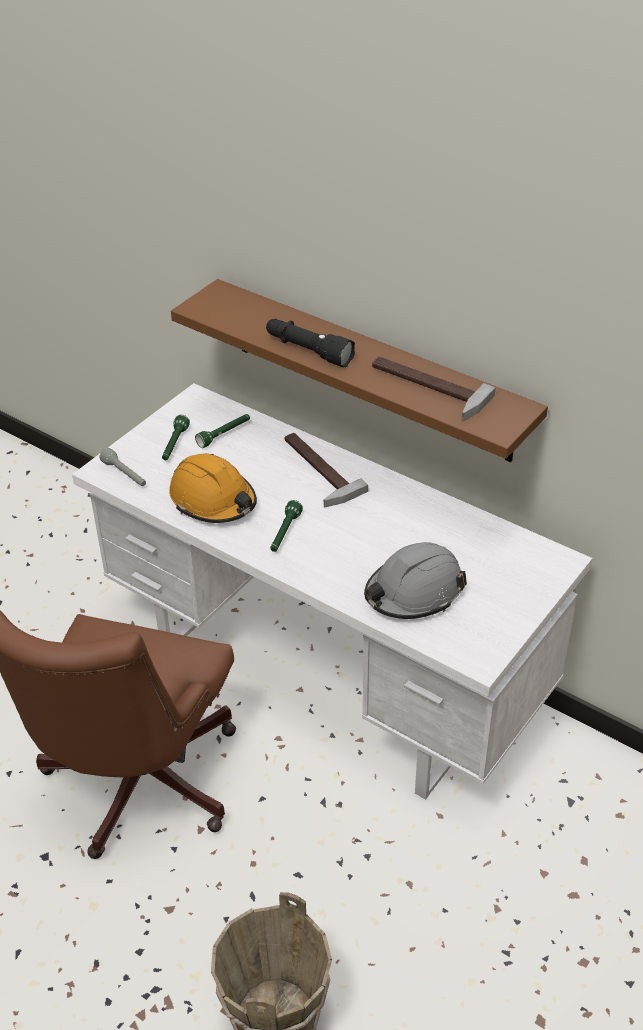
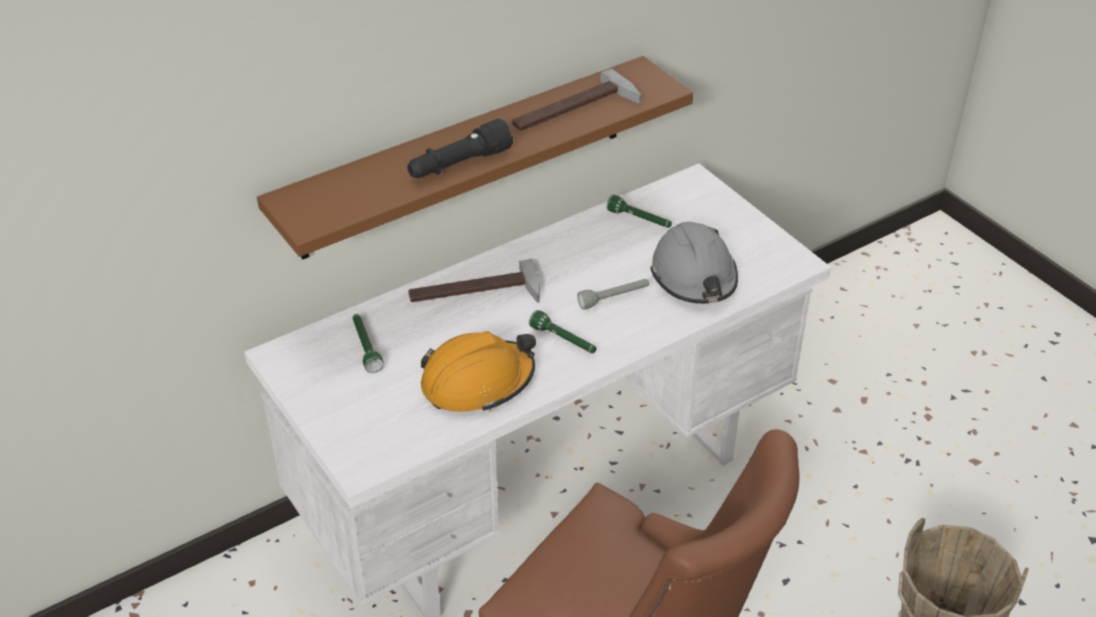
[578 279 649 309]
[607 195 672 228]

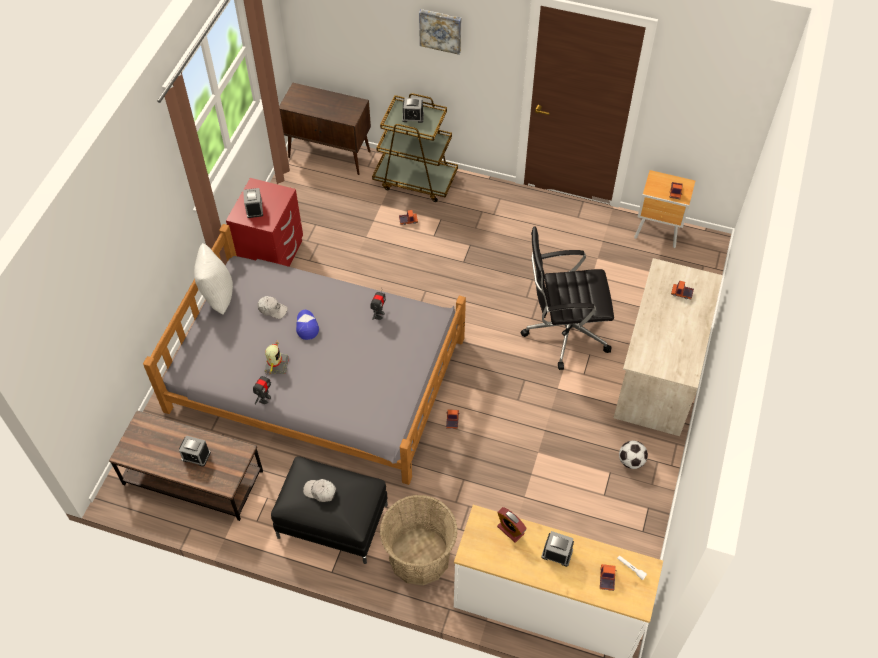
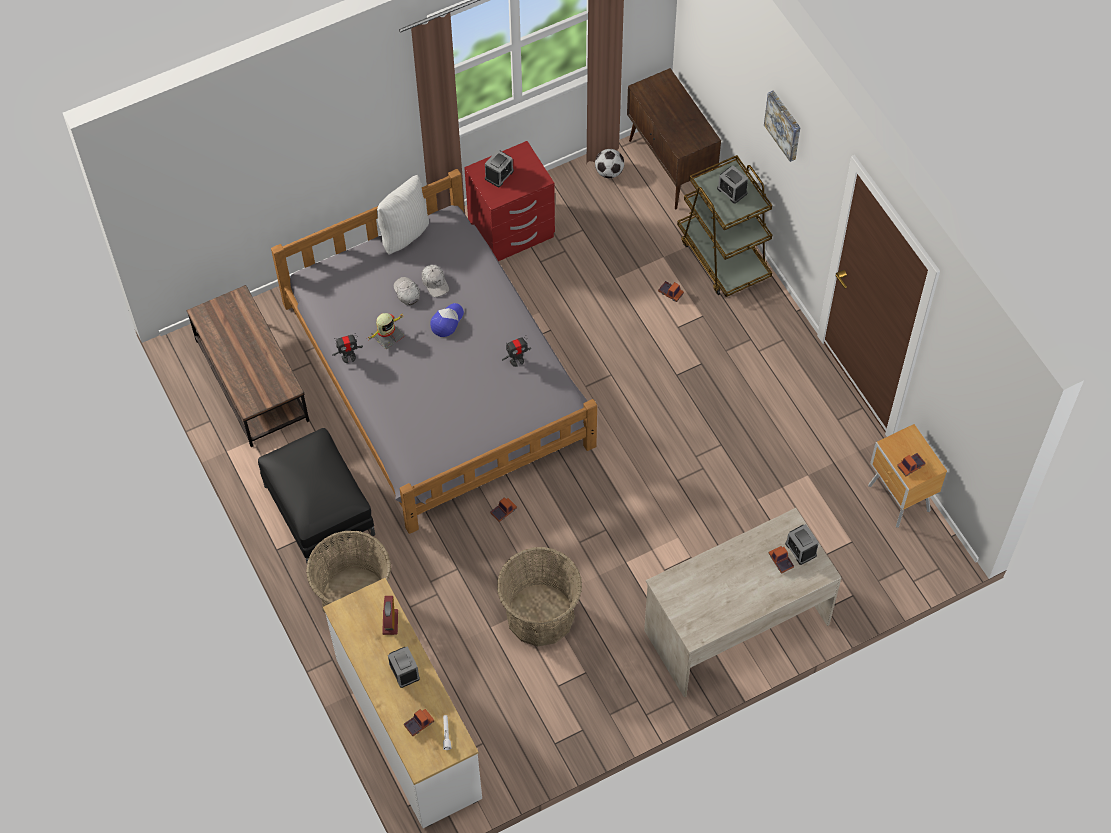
[394 277 420 305]
[497 547 582 646]
[595 149 624 178]
[785 524 819 565]
[521 227 614 370] (first image)

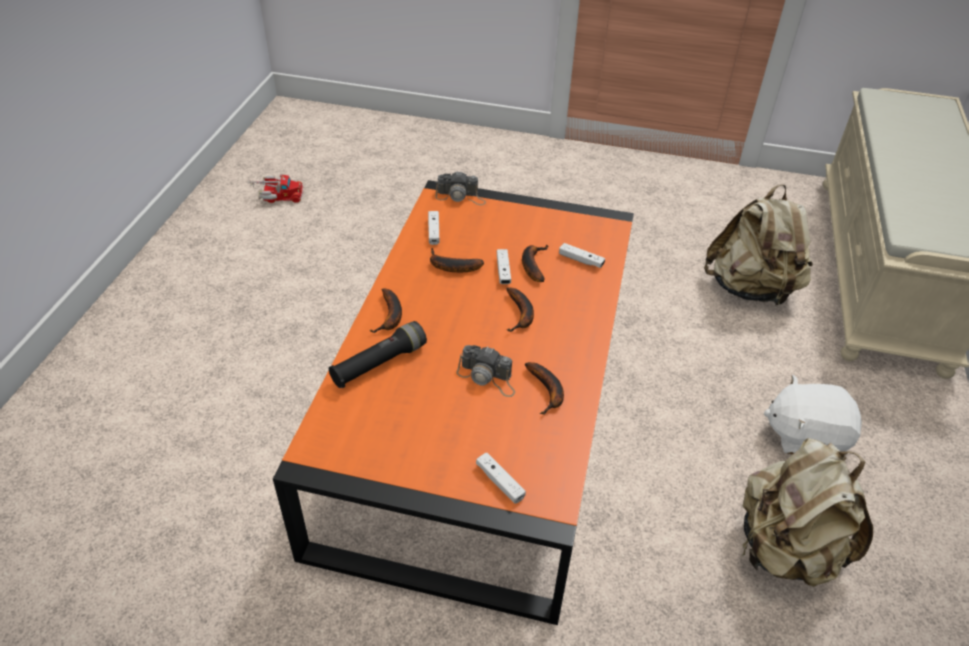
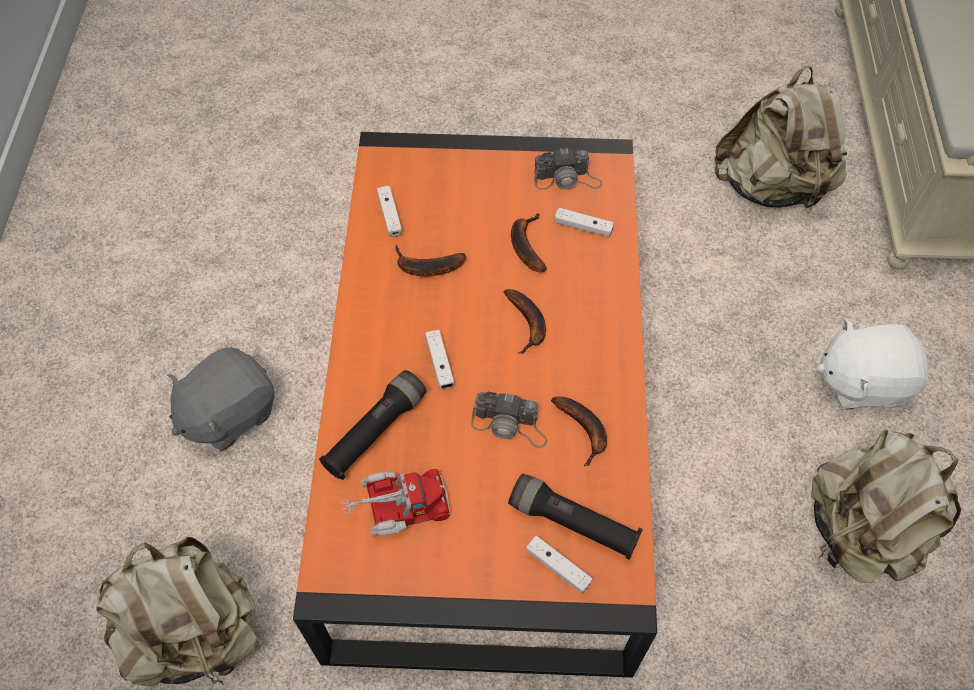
[96 537 257 687]
[168 347 275 451]
[341 469 450 537]
[425 330 455 389]
[508 473 643 560]
[534 147 603 190]
[369 288 402 333] (first image)

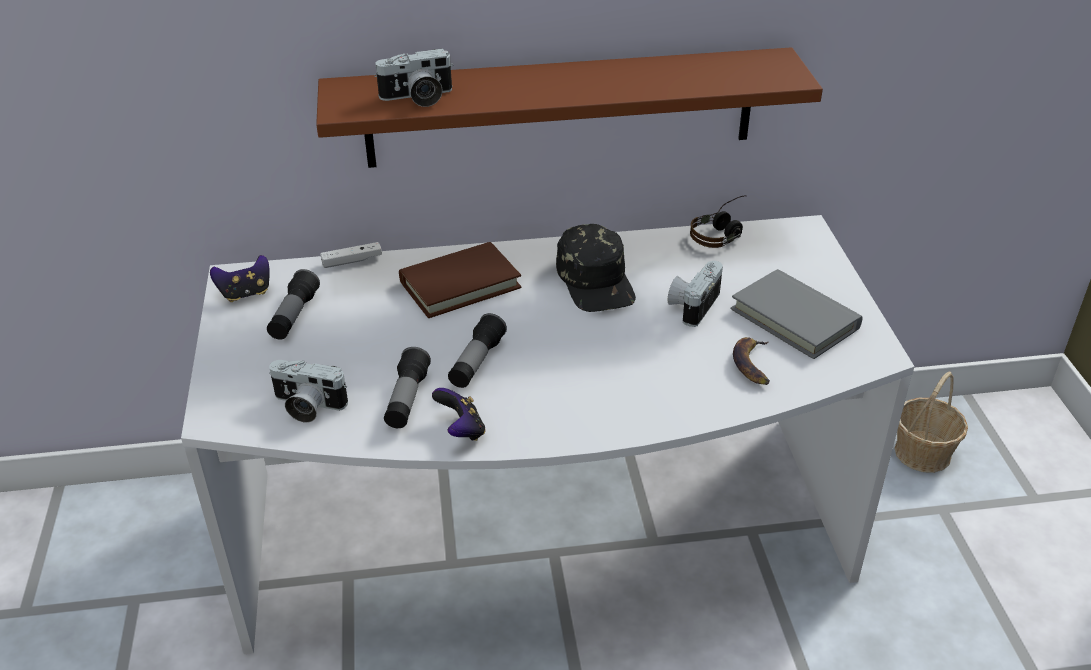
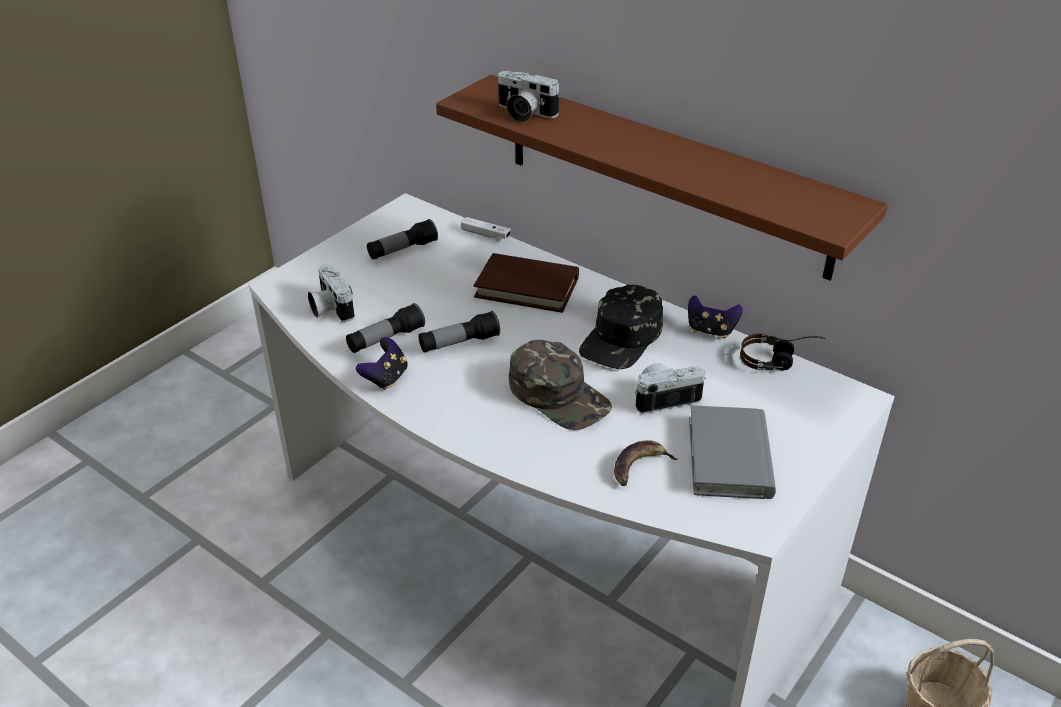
[509 340 612 430]
[688 295 743 339]

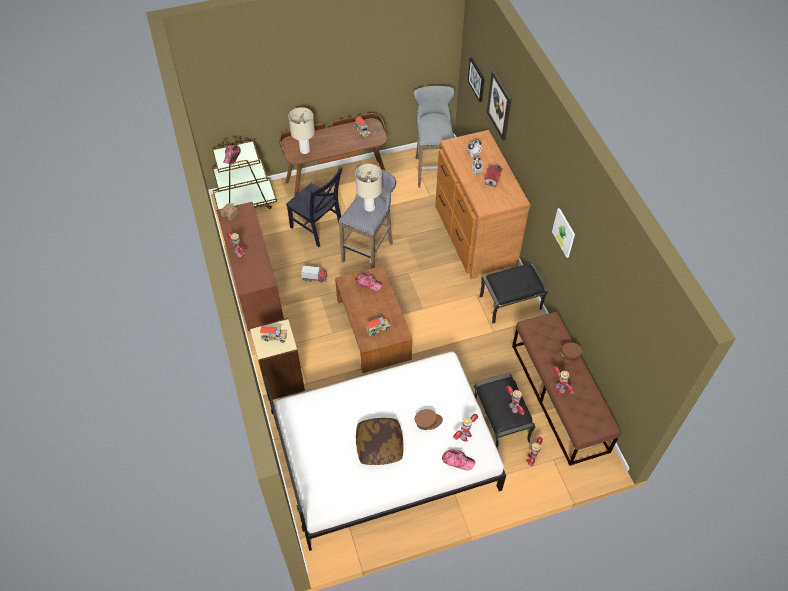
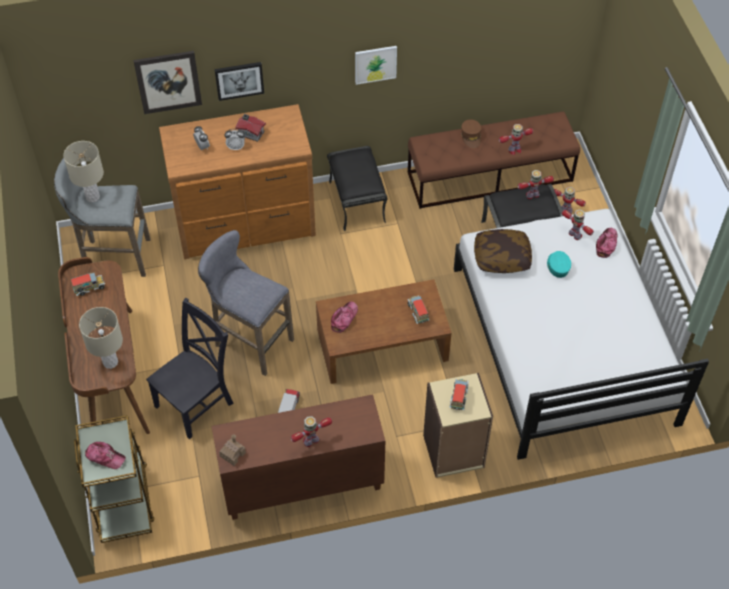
[63 141 104 202]
[215 62 264 101]
[474 229 532 273]
[547 251 571 278]

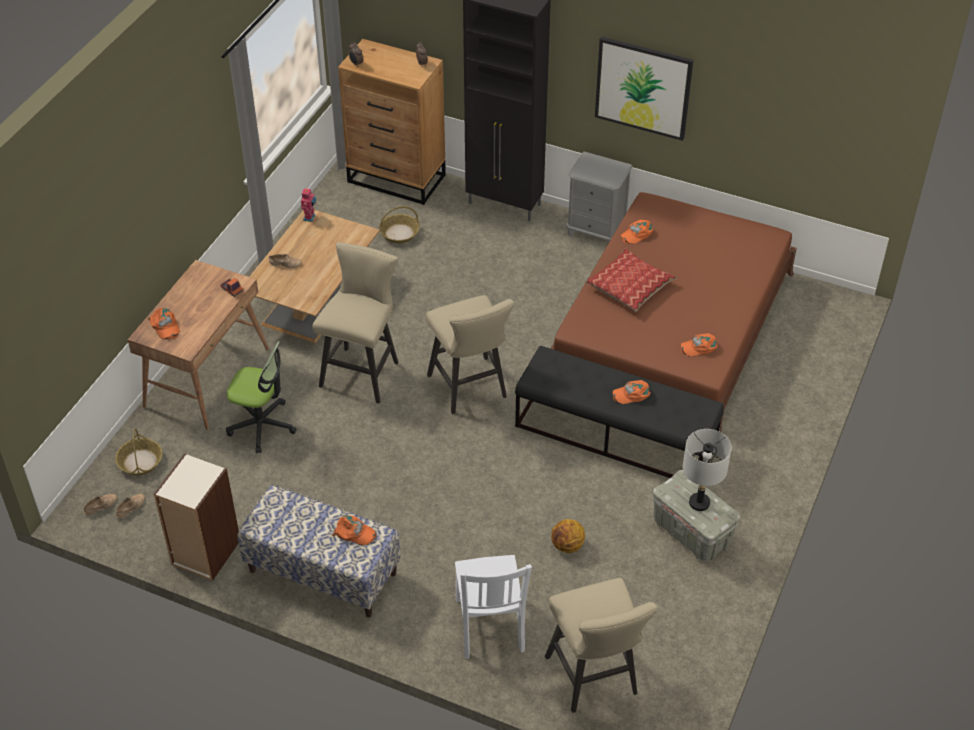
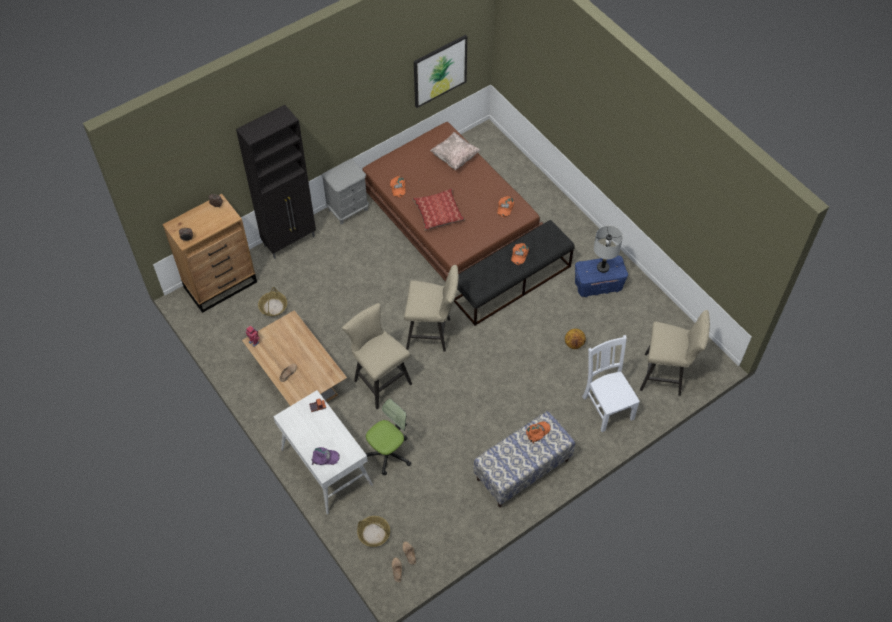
[273 390 373 514]
[312 447 340 465]
[414 35 467 108]
[430 132 480 171]
[575 255 628 297]
[582 335 640 432]
[154 453 239 581] (first image)

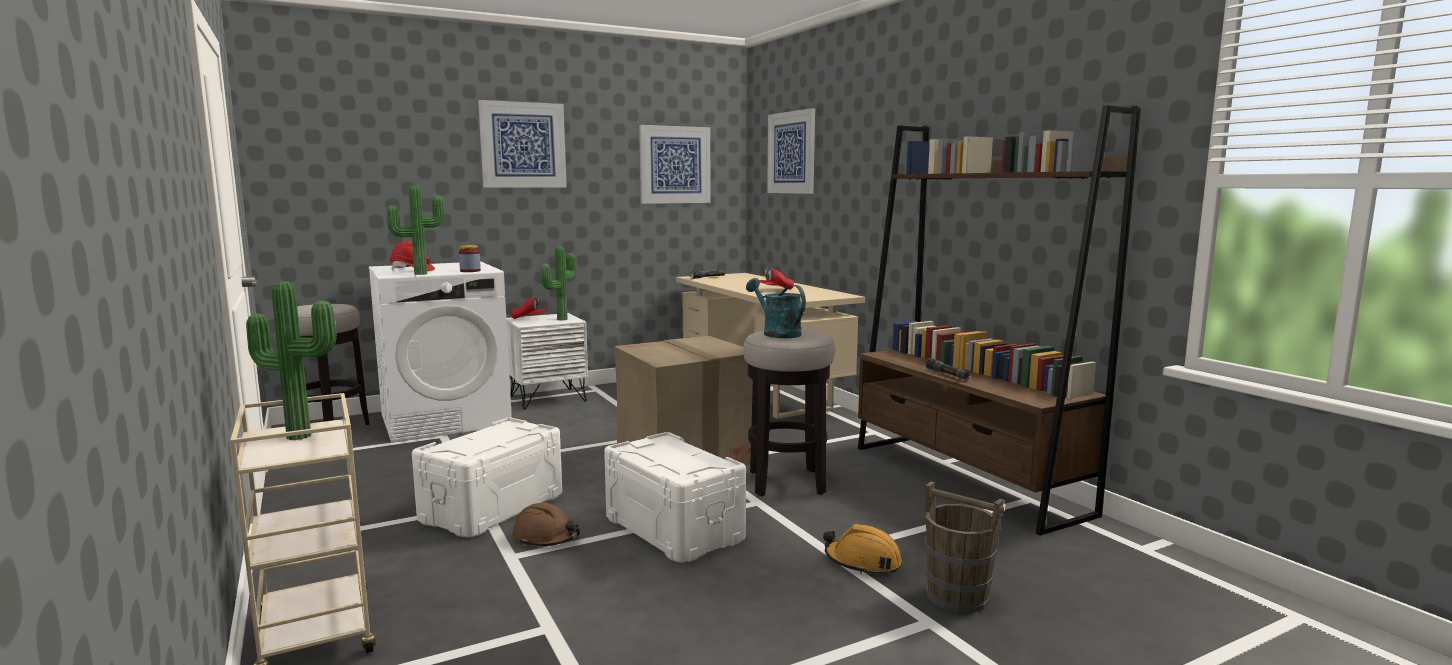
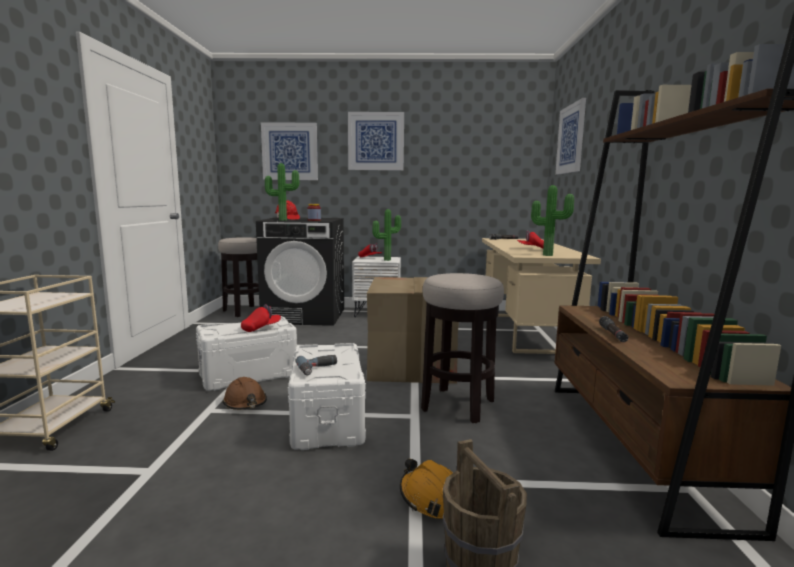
[241 304 281 332]
[256 217 344 326]
[261 122 318 180]
[295 355 337 375]
[531 185 574 256]
[746 278 806 338] (first image)

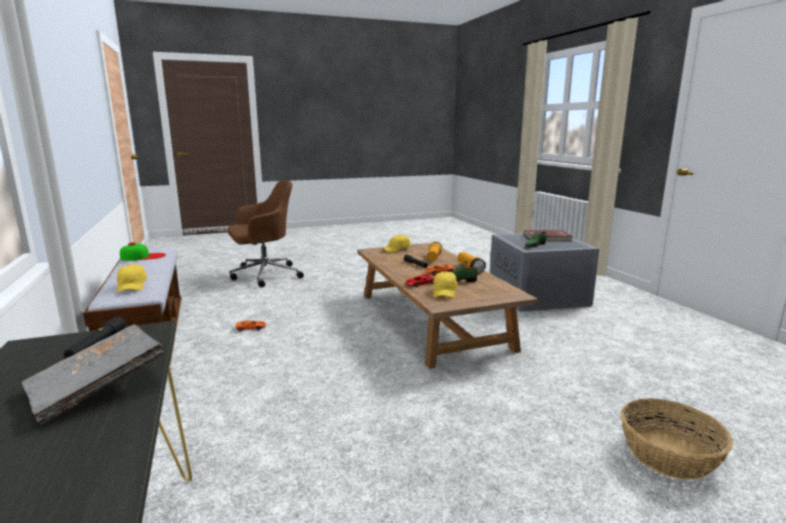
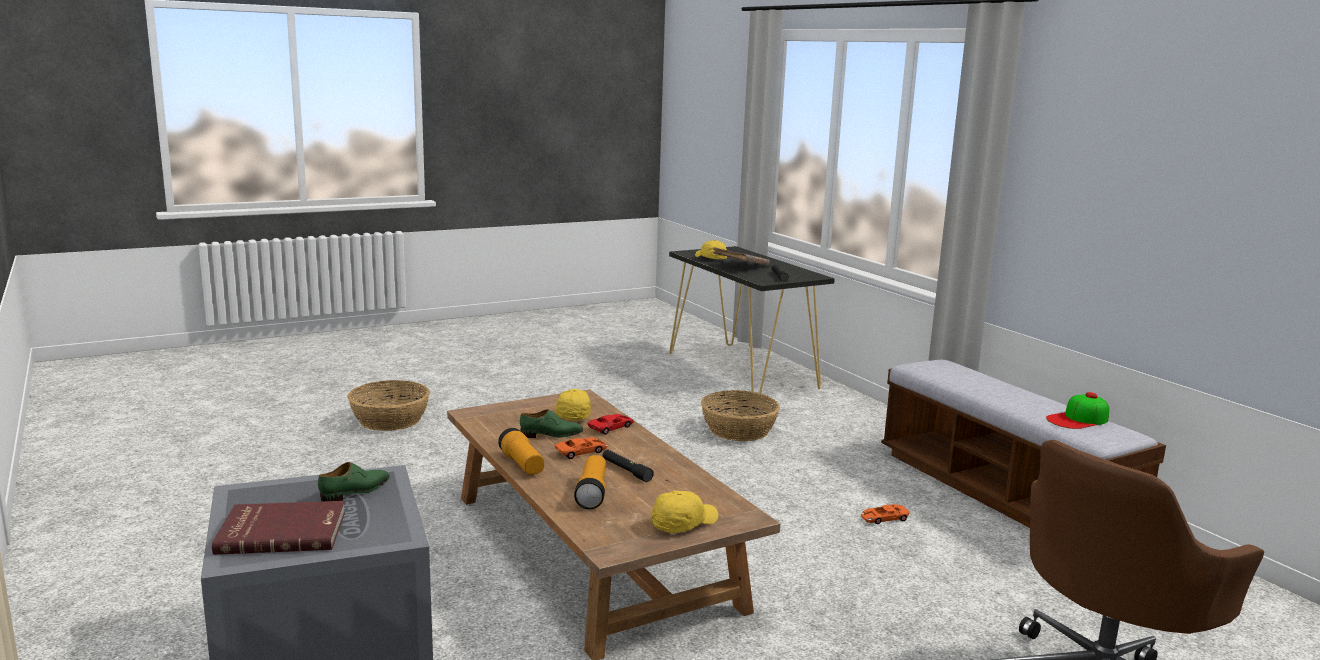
[695 240 727 259]
[701 390 780 441]

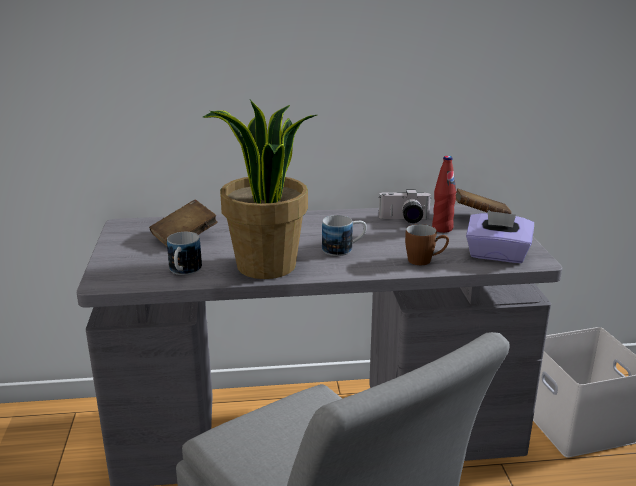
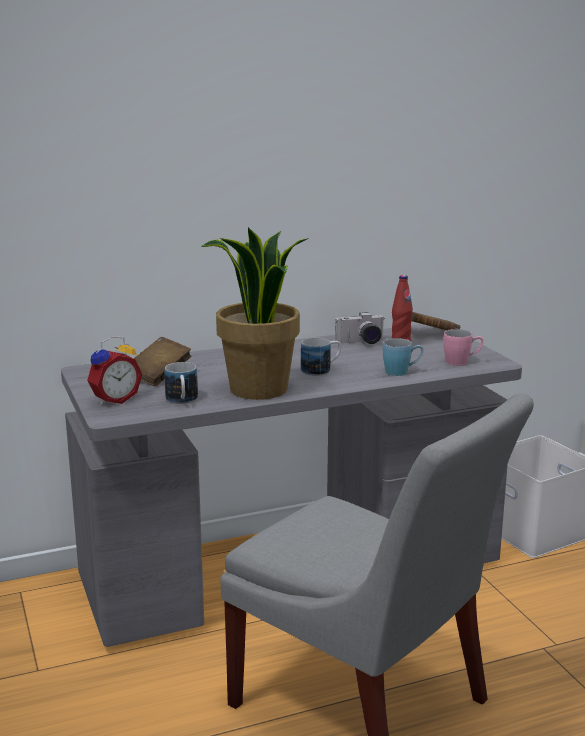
[87 336 142 405]
[383 338 424 376]
[443 329 484 366]

